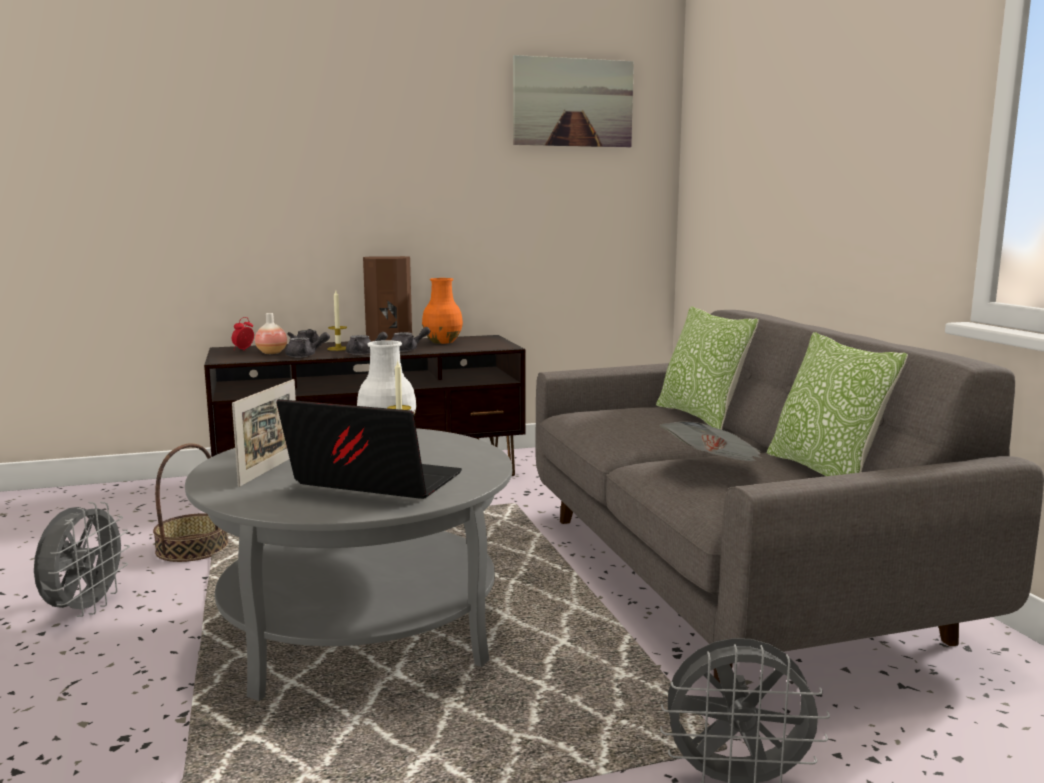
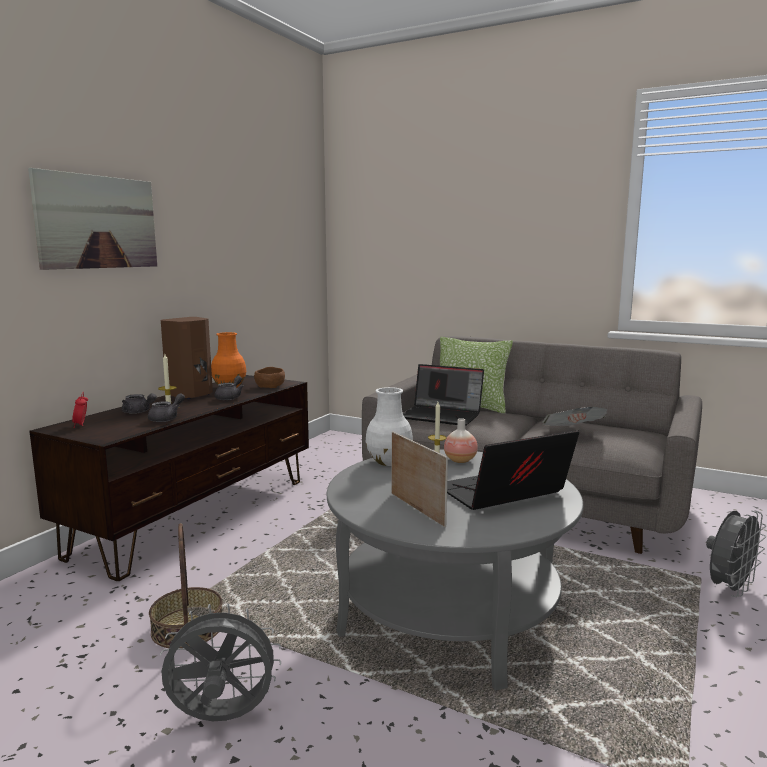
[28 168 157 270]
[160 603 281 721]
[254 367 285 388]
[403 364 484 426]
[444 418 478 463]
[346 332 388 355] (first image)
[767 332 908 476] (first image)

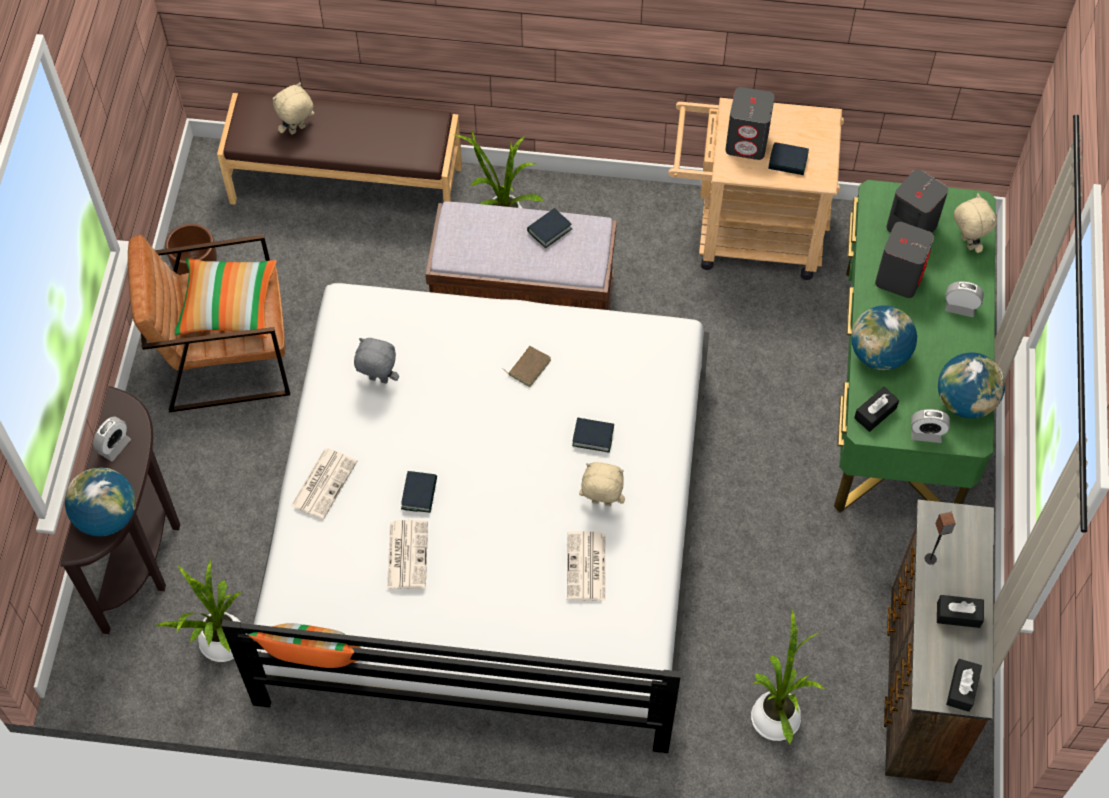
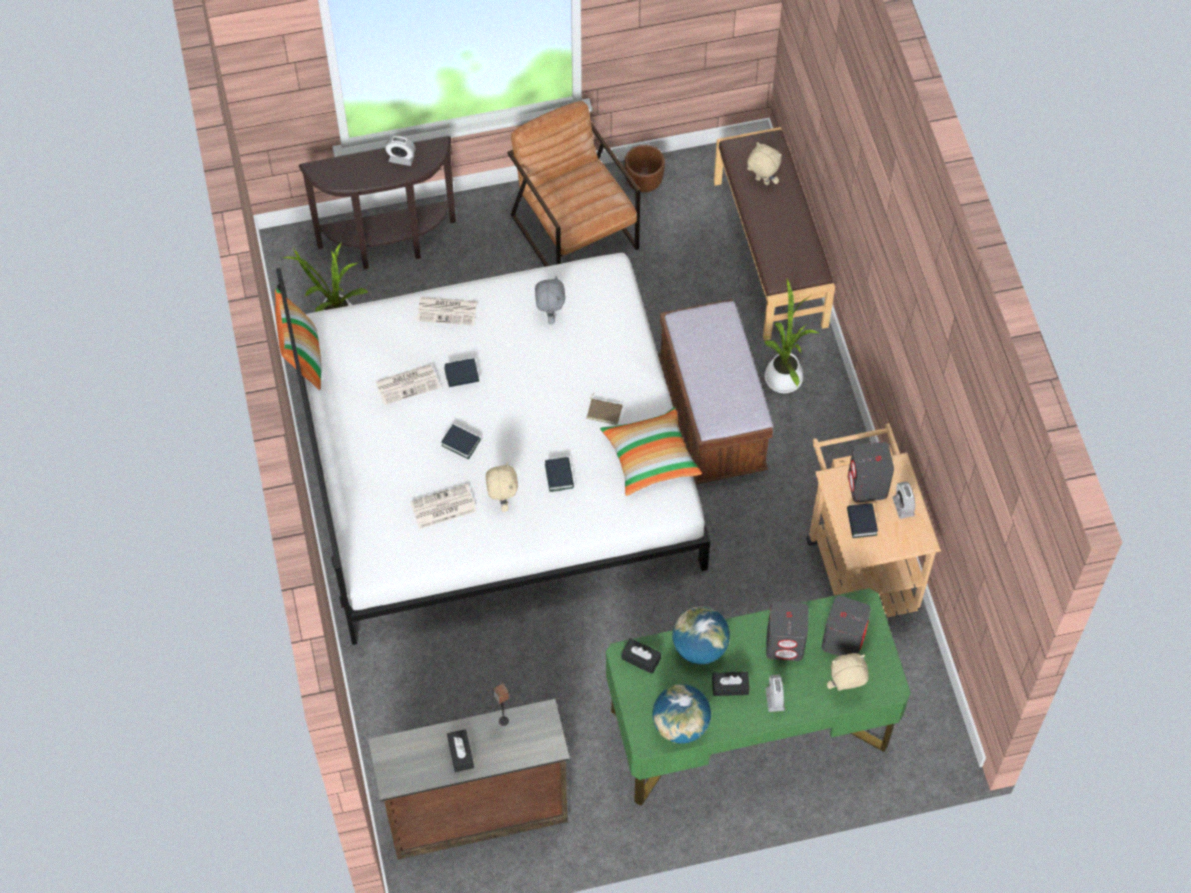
[441 425 480 459]
[600 407 702 496]
[712 672 749 696]
[827 653 869 691]
[893 481 915 519]
[65 468 136 537] (first image)
[751 609 825 746] (first image)

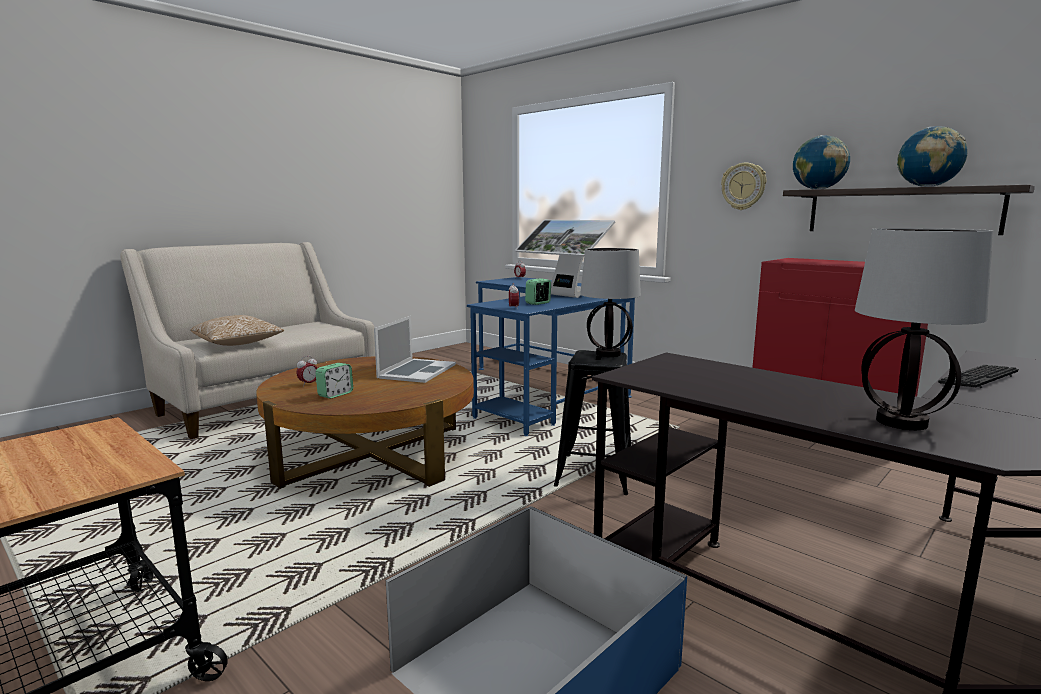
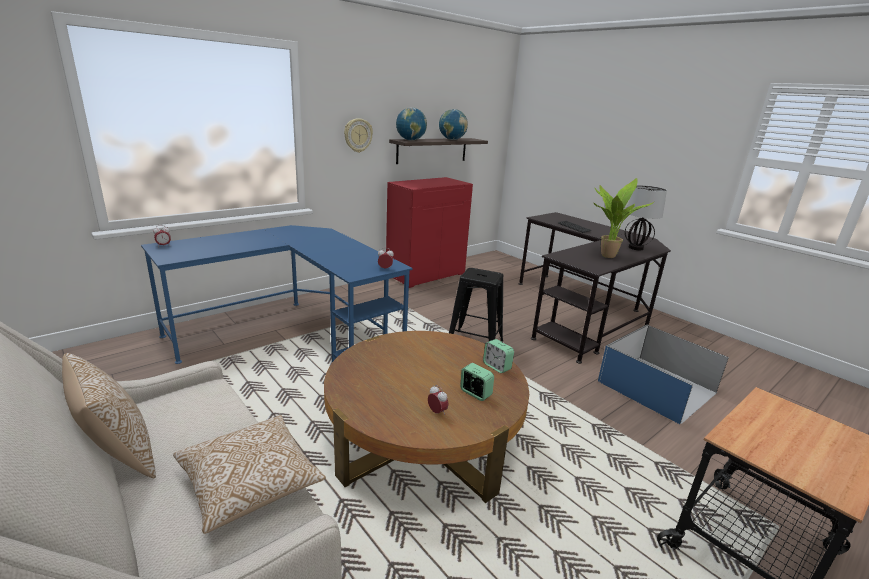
[62 353 156 478]
[483 339 514 373]
[594 178 655 258]
[374 316 456 383] (first image)
[515 219 615 298] (first image)
[580 248 641 357] (first image)

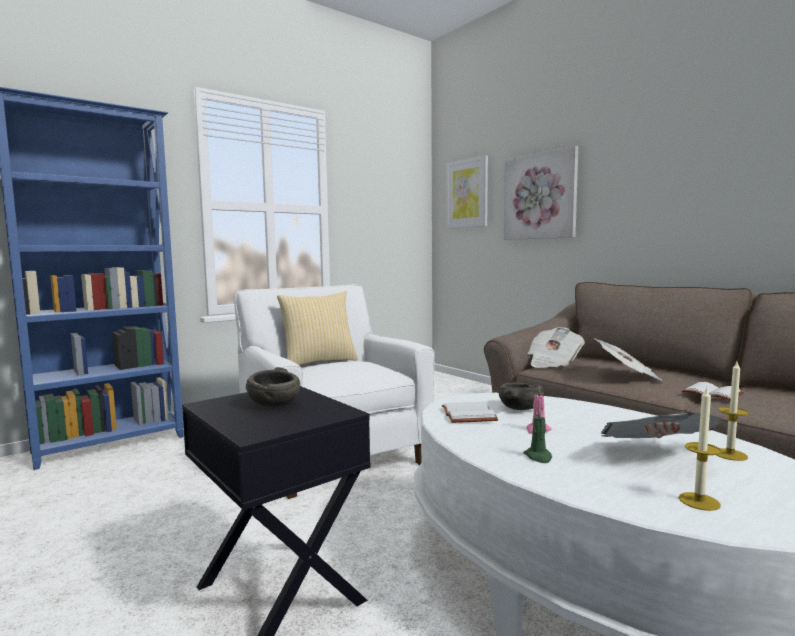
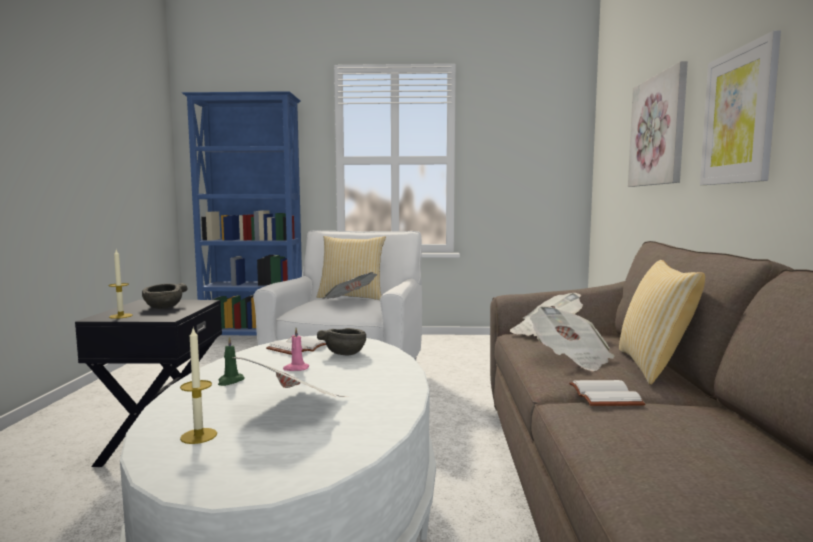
[108 250 133 319]
[323 272 377 299]
[619 260 705 385]
[700 31 781 185]

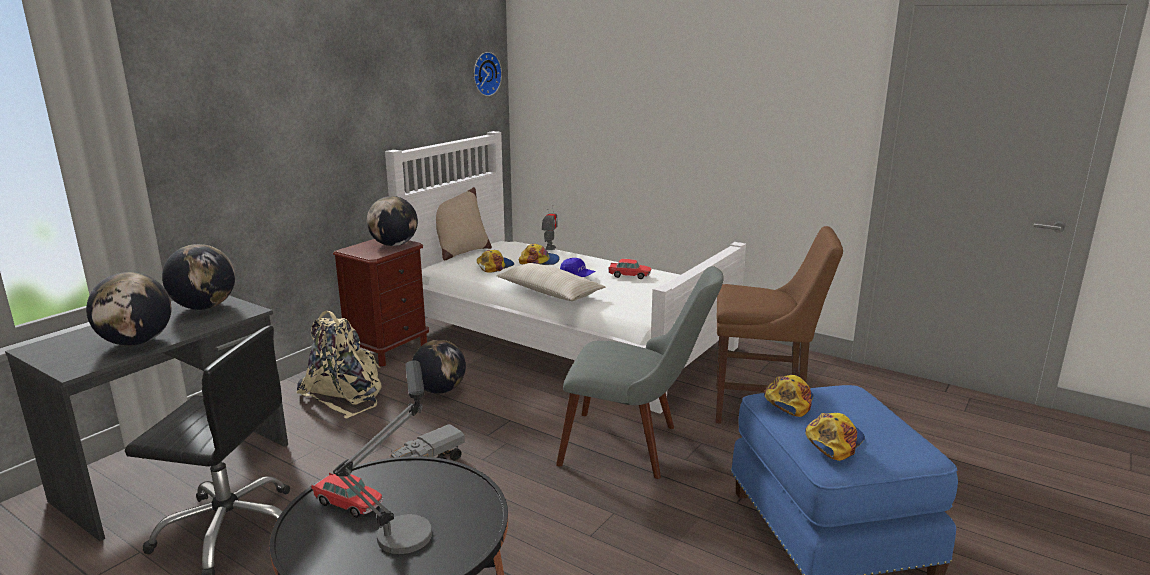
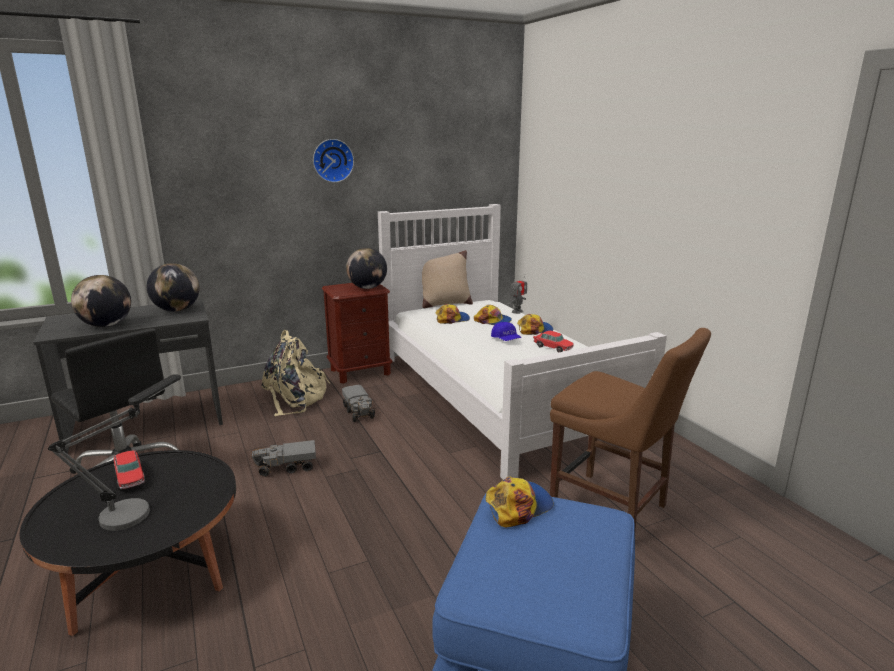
[313 139 354 183]
[342 385 375 422]
[517 314 553 335]
[496 263 605 301] (first image)
[556 266 724 479] (first image)

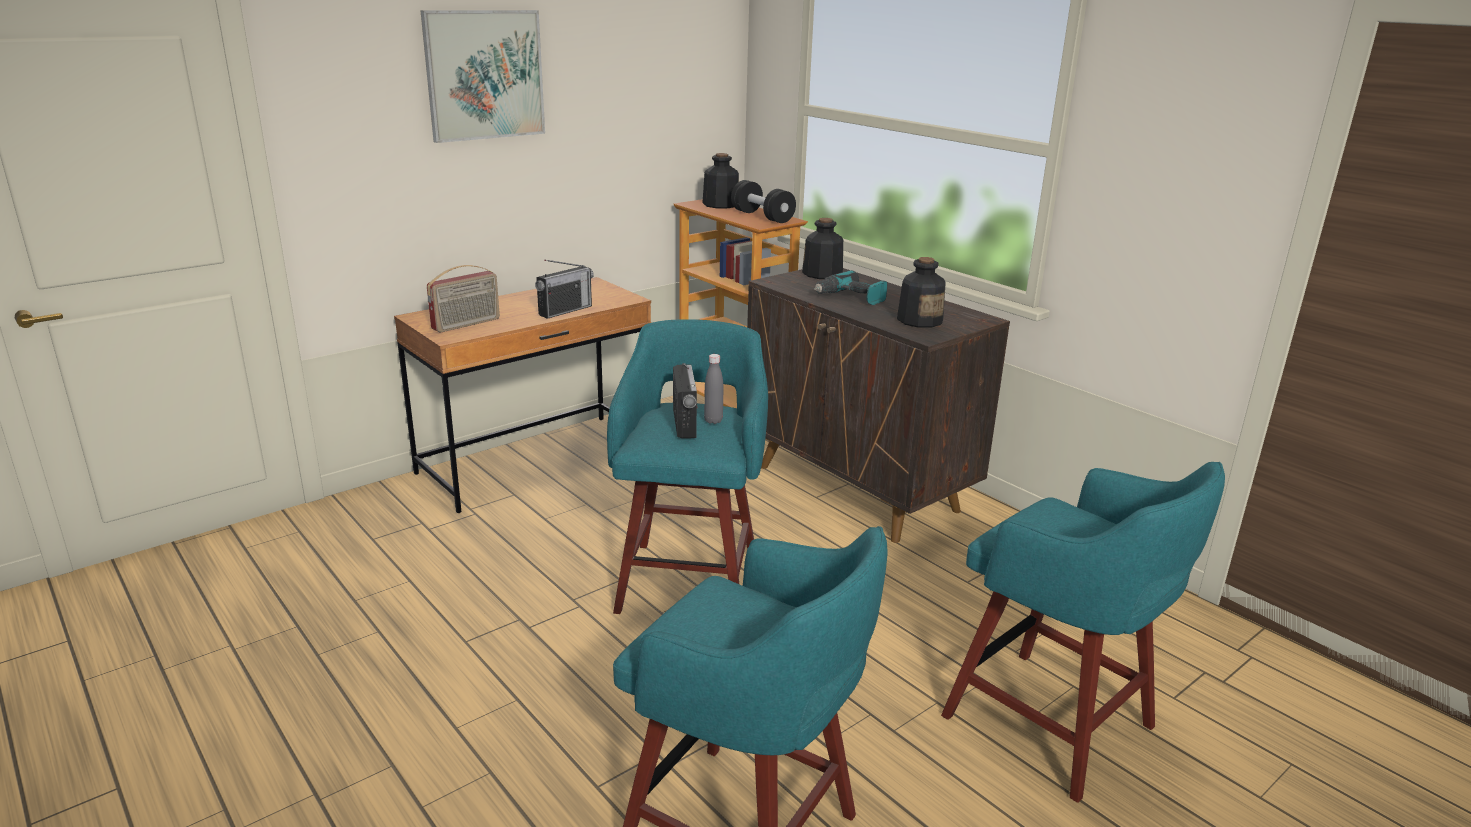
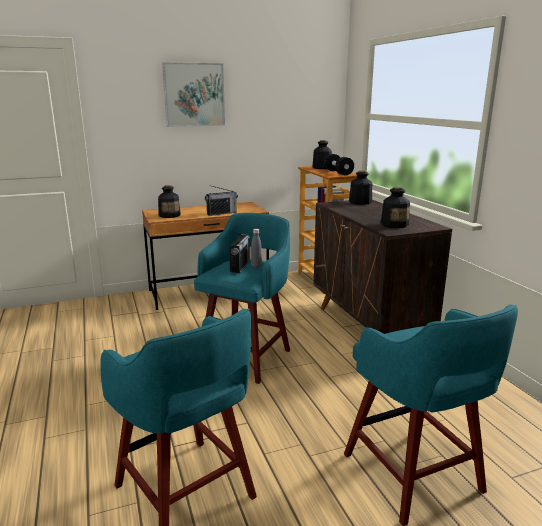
[158 185 181 218]
[813 270 887 305] (first image)

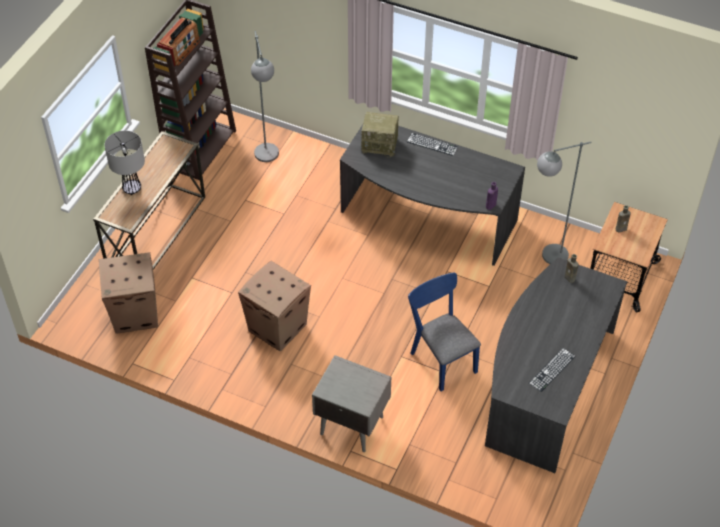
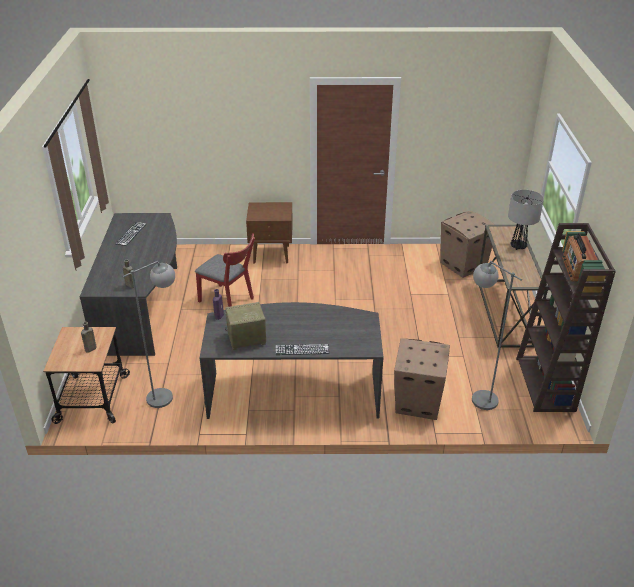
[195 233 255 307]
[225 302 266 350]
[246 202 293 263]
[394 338 450 420]

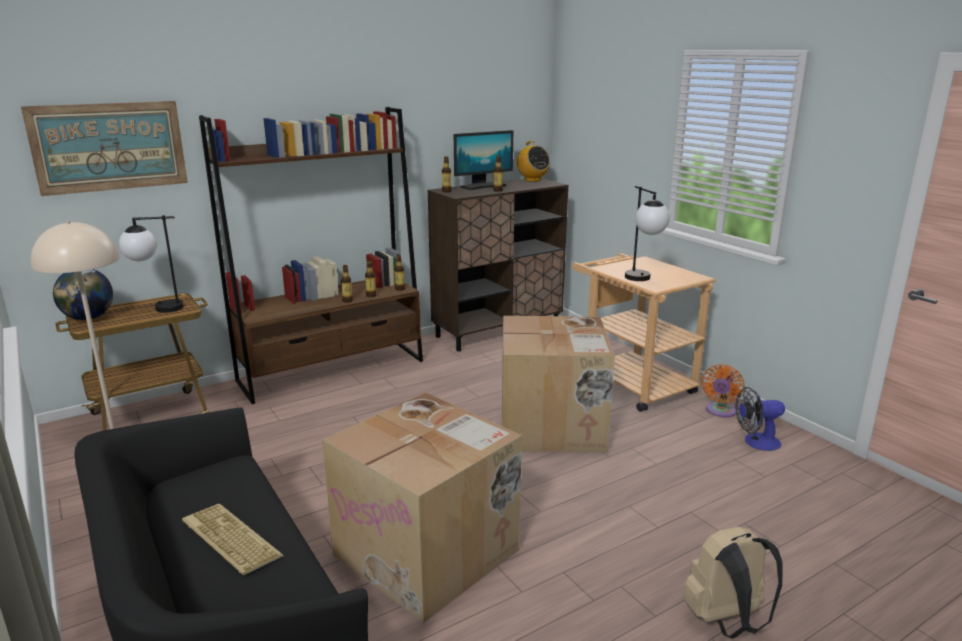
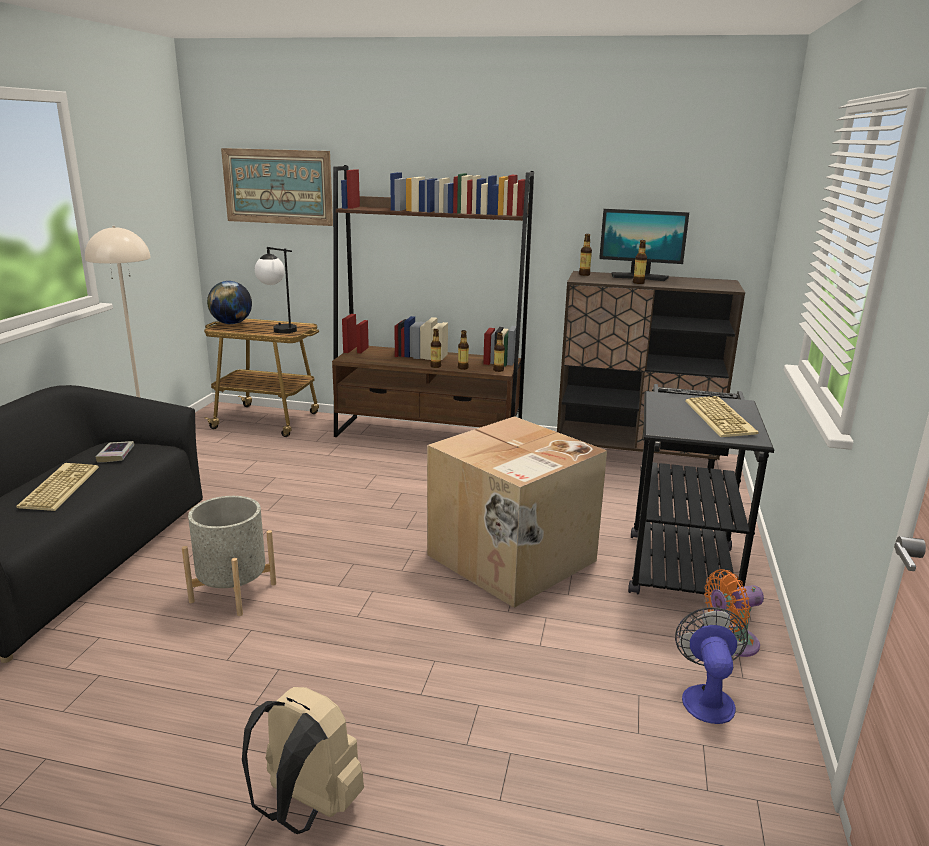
[95 441 135 463]
[182 496 276 616]
[628 384 774 595]
[675 607 748 724]
[685 396 759 437]
[516 141 550 182] (first image)
[625 186 670 281] (first image)

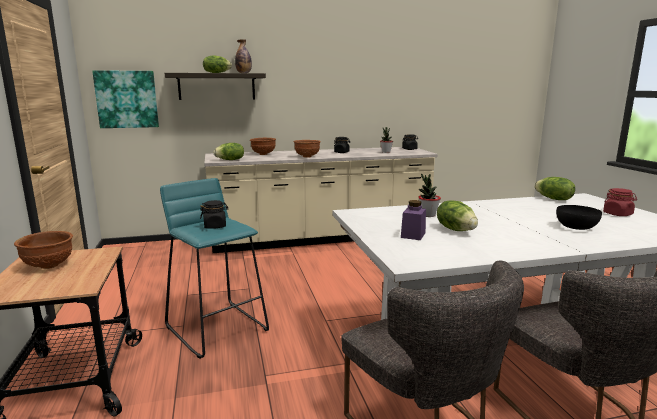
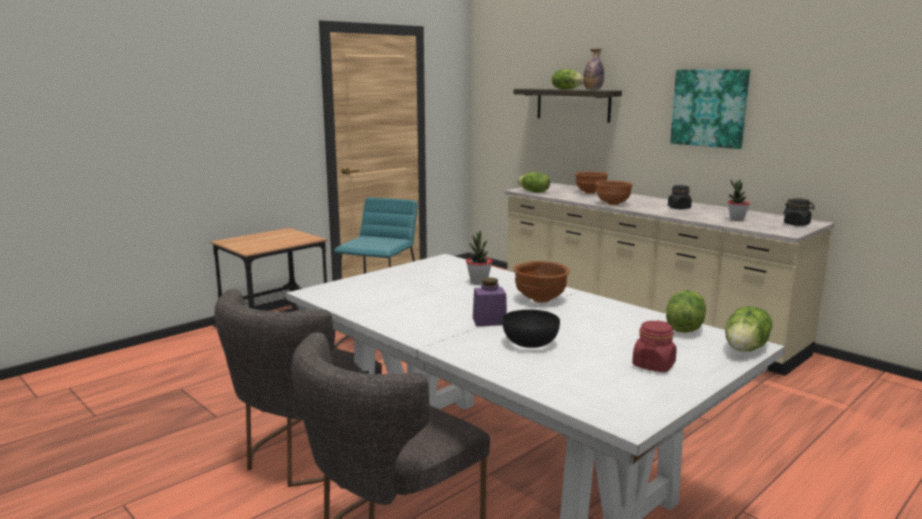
[473 277 507 326]
[514 261 570 303]
[670 69 750 149]
[725 306 773 352]
[200 200 228 229] (first image)

